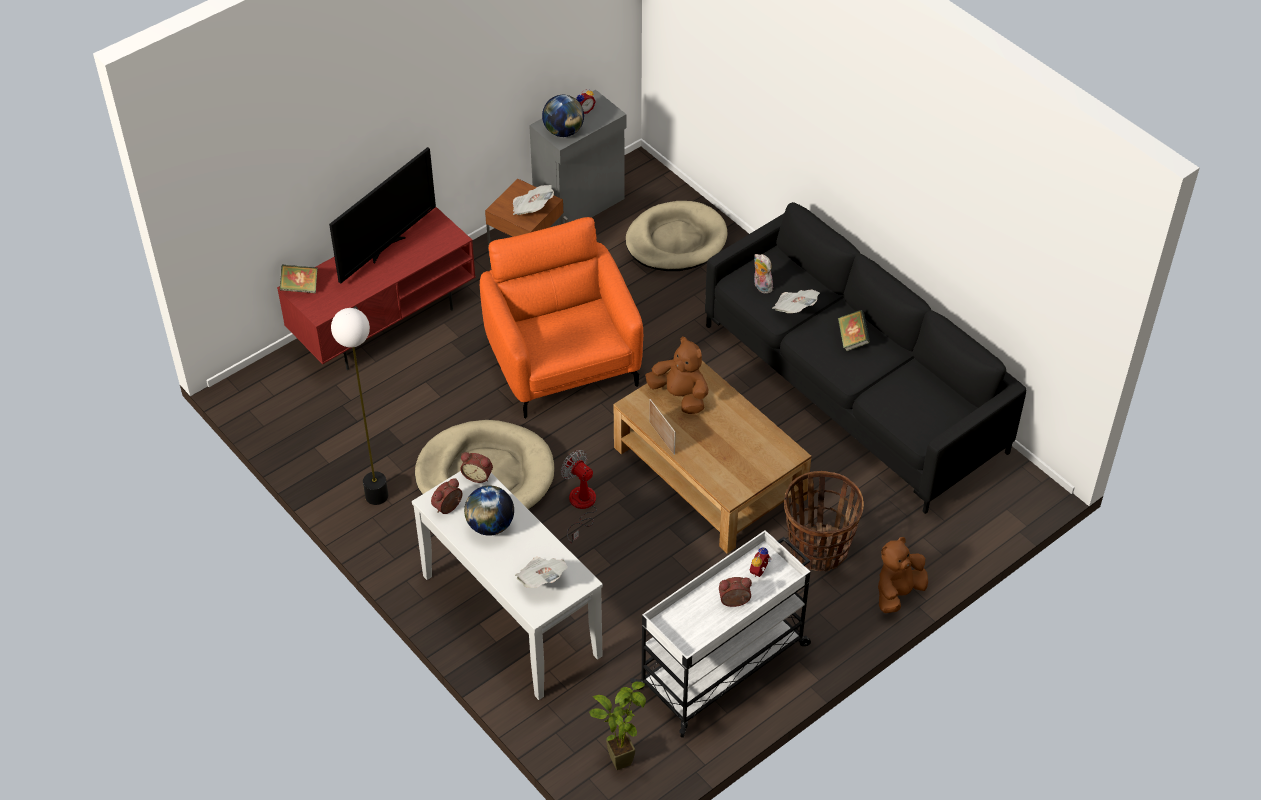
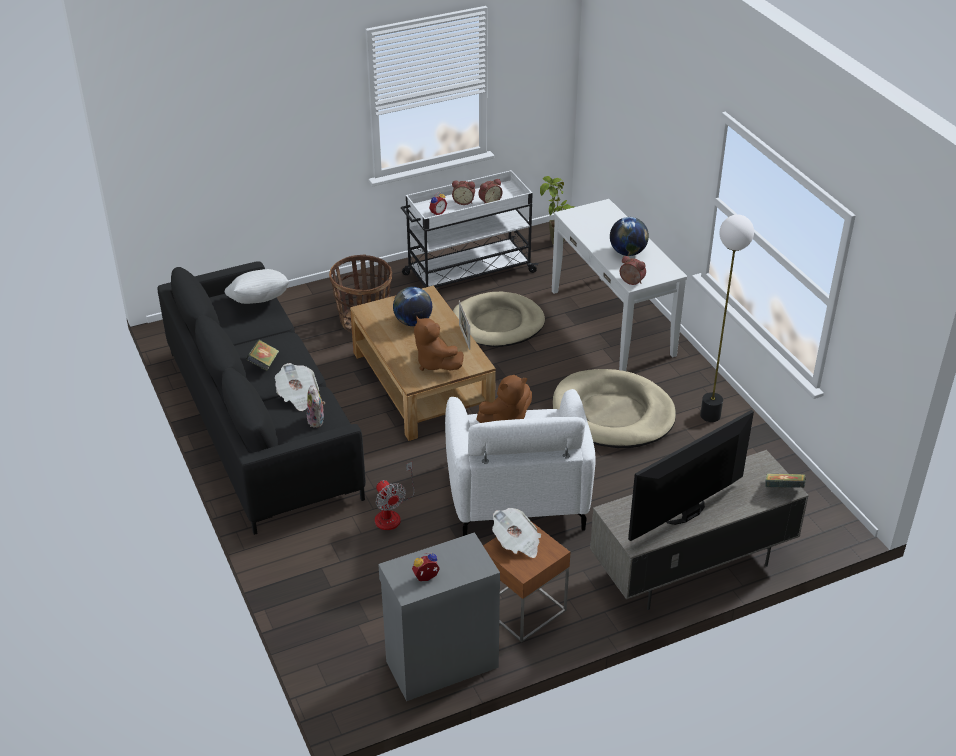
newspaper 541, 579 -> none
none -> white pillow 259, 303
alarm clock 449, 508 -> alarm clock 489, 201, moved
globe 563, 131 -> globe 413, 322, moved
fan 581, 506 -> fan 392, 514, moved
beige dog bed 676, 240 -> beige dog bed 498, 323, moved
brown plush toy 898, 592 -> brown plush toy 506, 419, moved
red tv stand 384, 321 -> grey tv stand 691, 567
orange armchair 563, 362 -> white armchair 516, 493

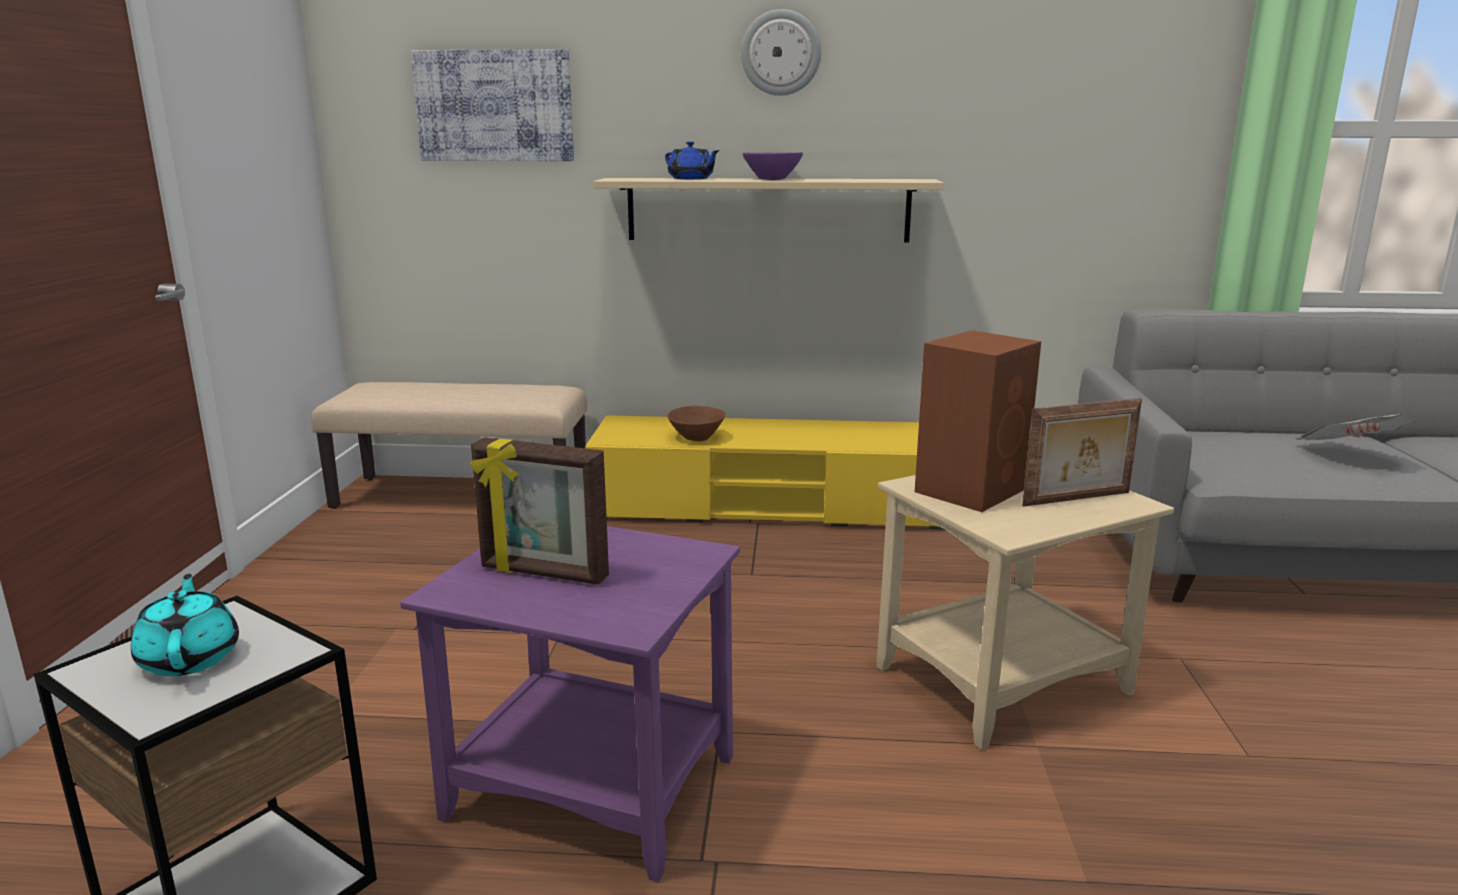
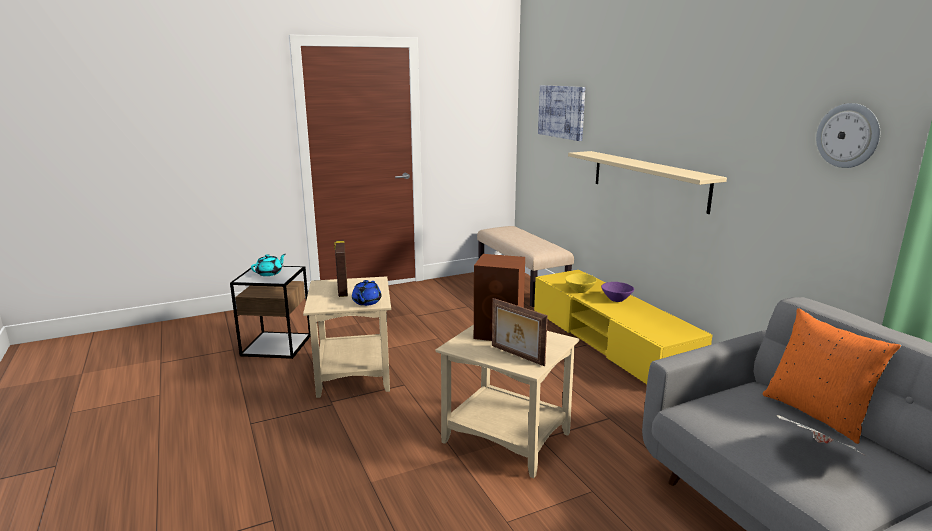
none -> orange pillow 817, 413
blue teapot 691, 179 -> blue teapot 366, 302, moved
wall clock 781, 53 -> wall clock 848, 135, moved
purple bowl 771, 179 -> purple bowl 616, 299, moved
purple side table 594, 785 -> beige side table 355, 373
brown bowl 696, 438 -> yellow bowl 579, 291

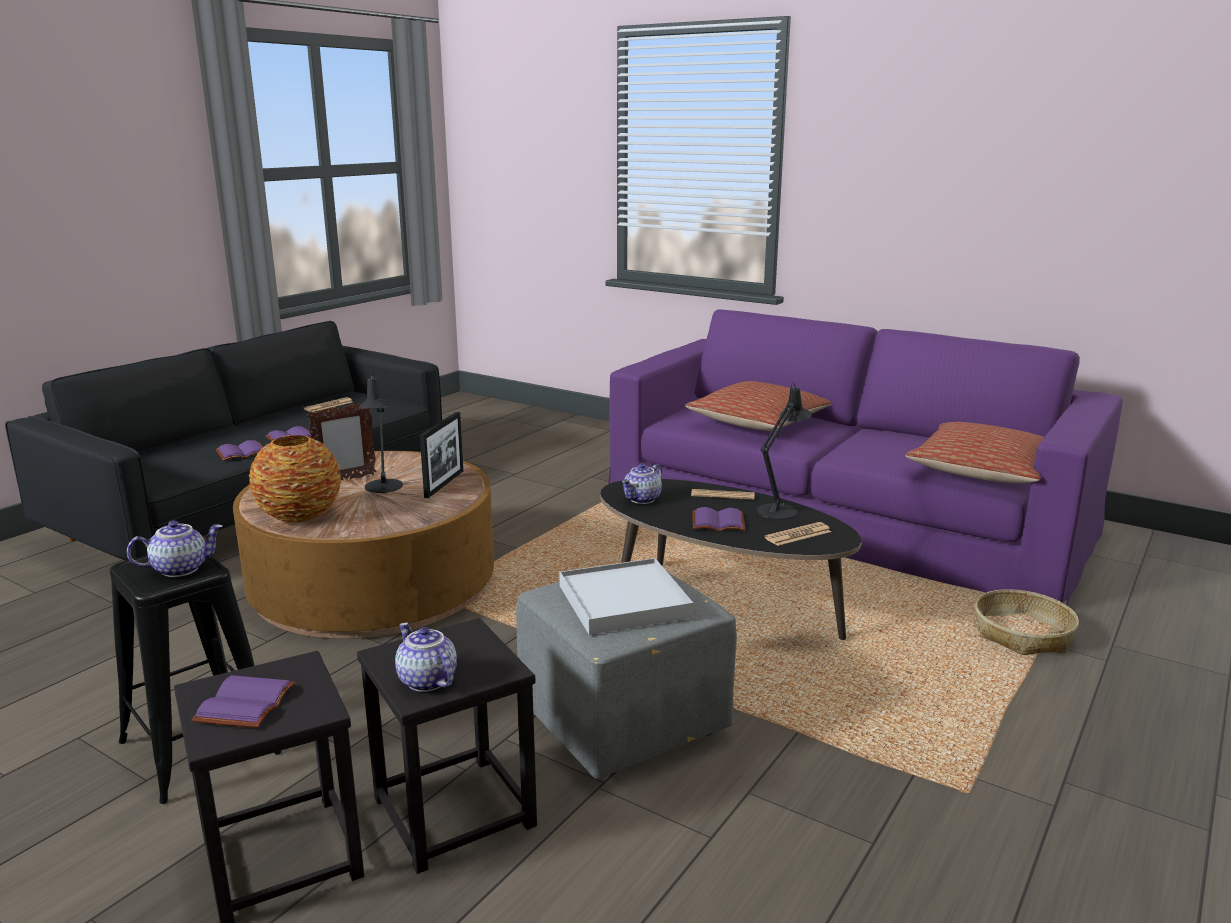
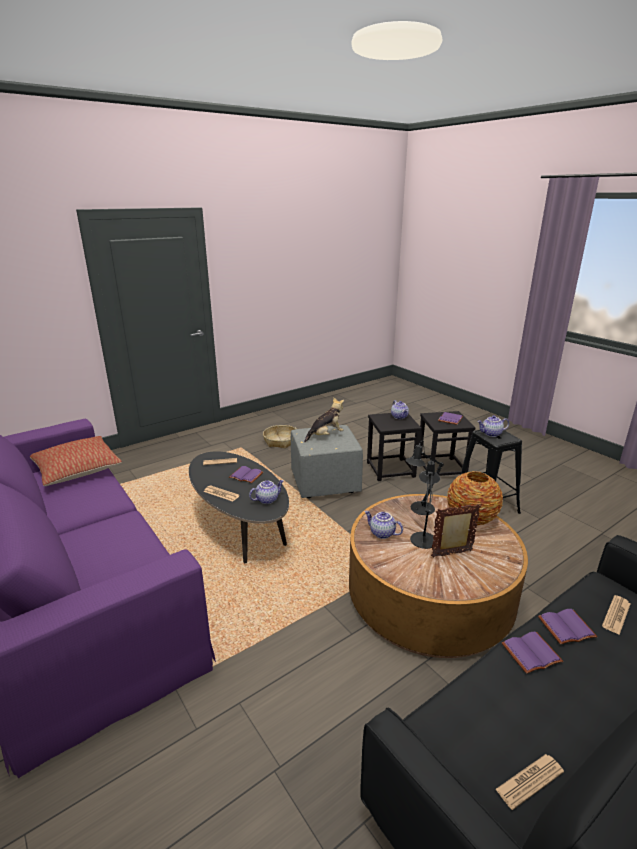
pillow 758, 423 -> none
none -> newspaper 616, 615
black table lamp 780, 509 -> black table lamp 419, 509, moved
basket 1023, 635 -> basket 281, 441, moved
picture frame 444, 484 -> teapot 381, 533
white tray 624, 601 -> plush toy 325, 436

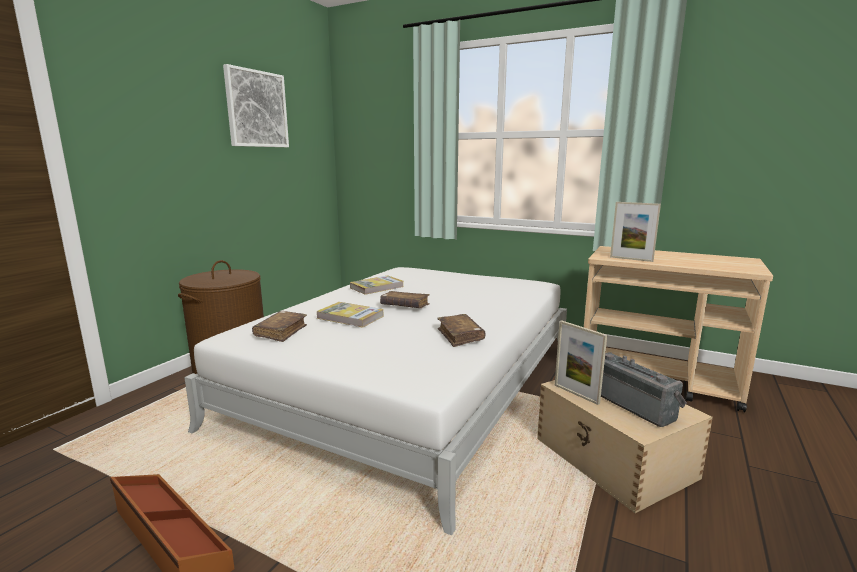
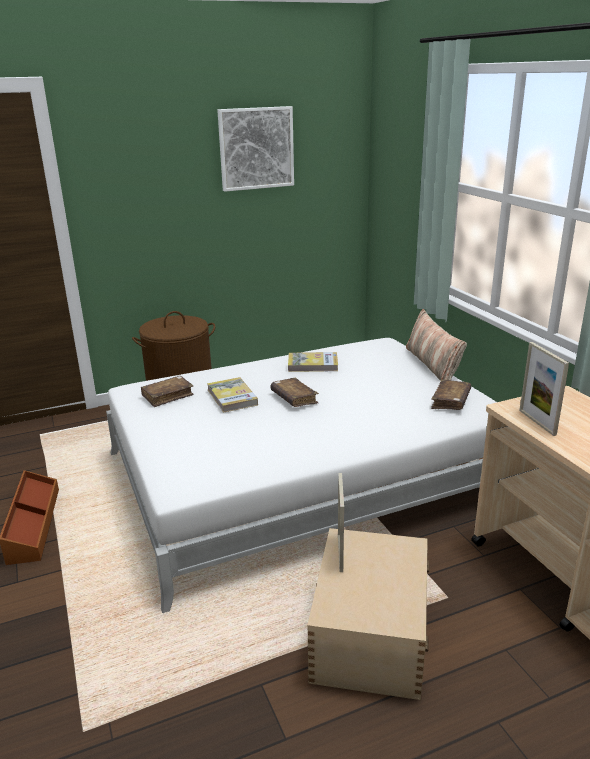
radio 634, 405 -> none
none -> pillow 432, 366
brown book 460, 336 -> brown book 450, 401, moved

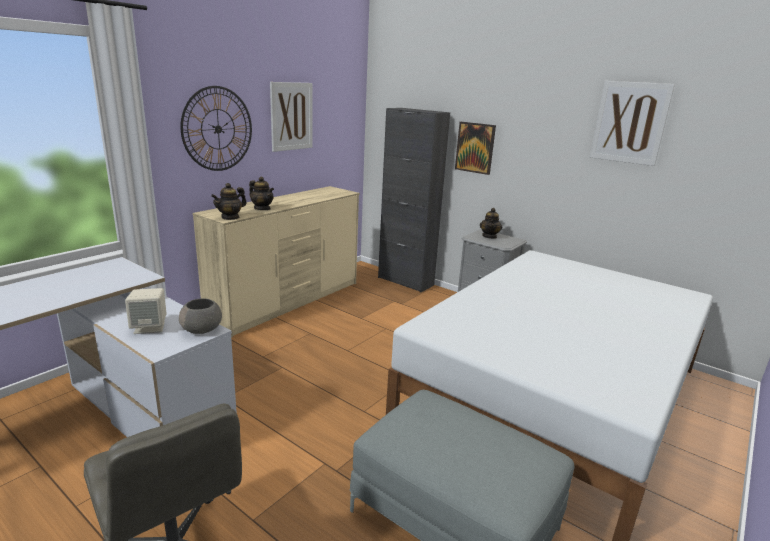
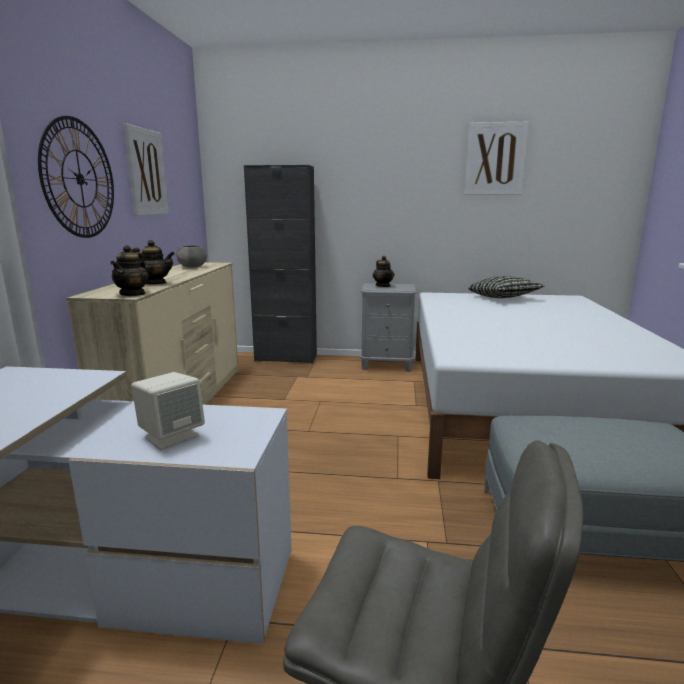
picture 475, 147 -> none
none -> pillow 503, 298
grey bowl 202, 330 -> grey bowl 193, 267, moved

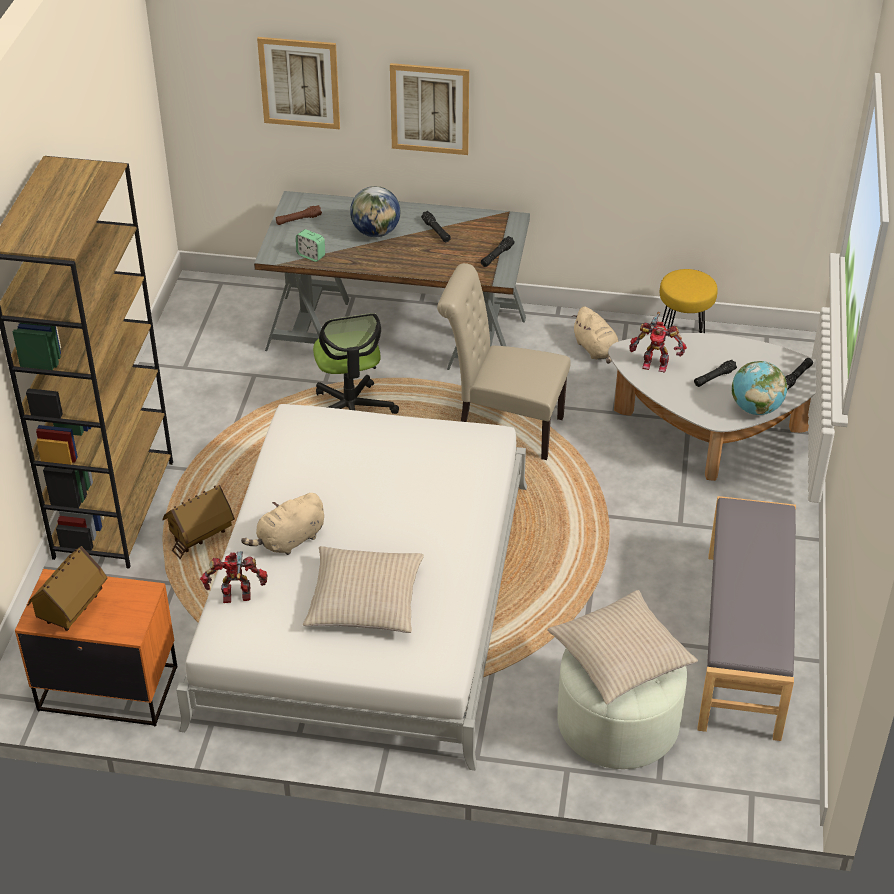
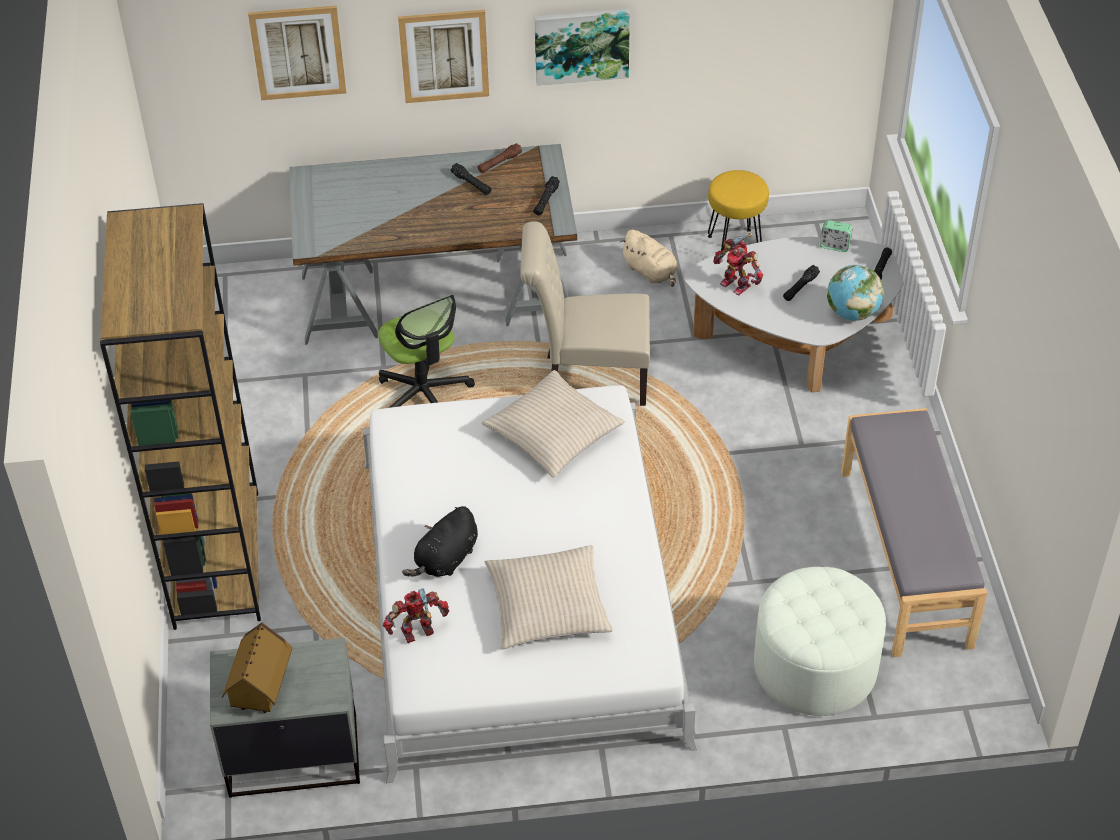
toy house 200, 537 -> none
globe 376, 232 -> none
none -> picture 581, 45
brown flashlight 298, 220 -> brown flashlight 499, 163, moved
alarm clock 311, 255 -> alarm clock 835, 246, moved
beige pillow 621, 656 -> beige pillow 553, 433, moved
orange nightstand 107, 687 -> grey nightstand 292, 755
beige plush toy 289, 540 -> black plush toy 445, 560
toy robot 655, 363 -> toy robot 736, 284, 45 degrees clockwise

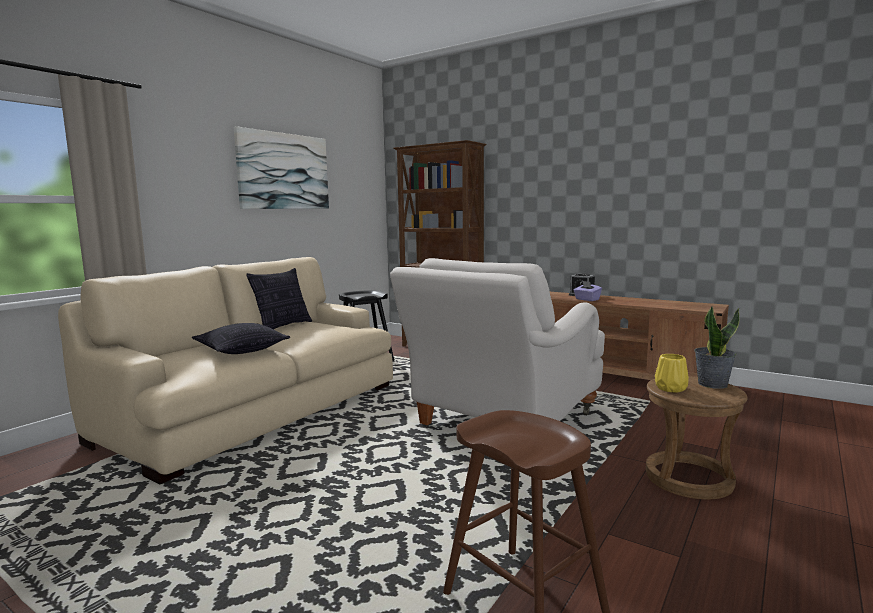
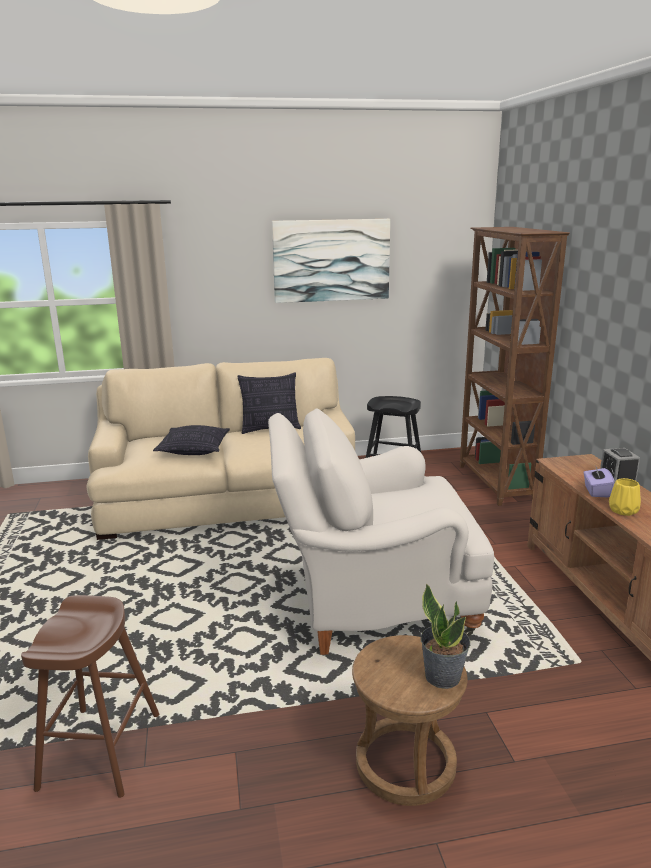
yellow vase 670, 388 -> yellow vase 623, 510, moved

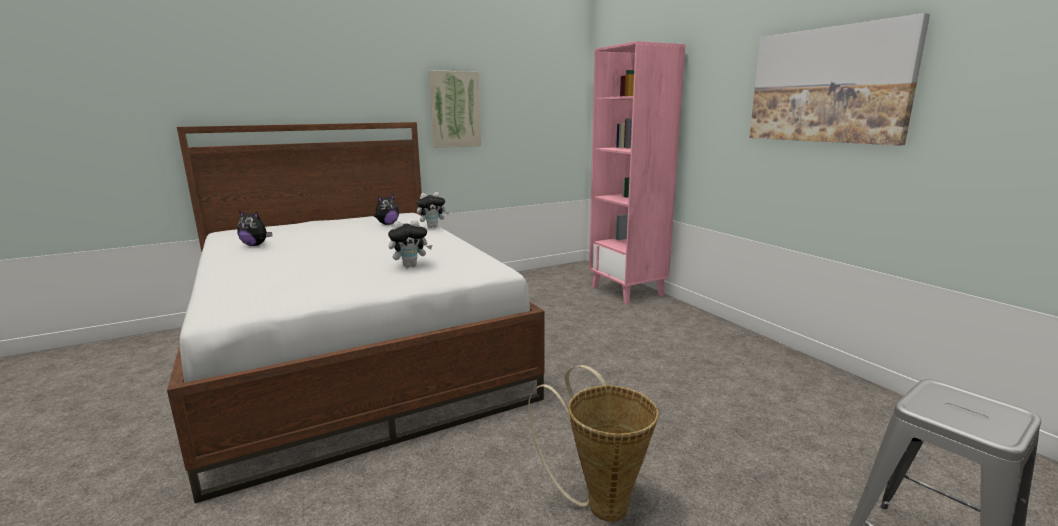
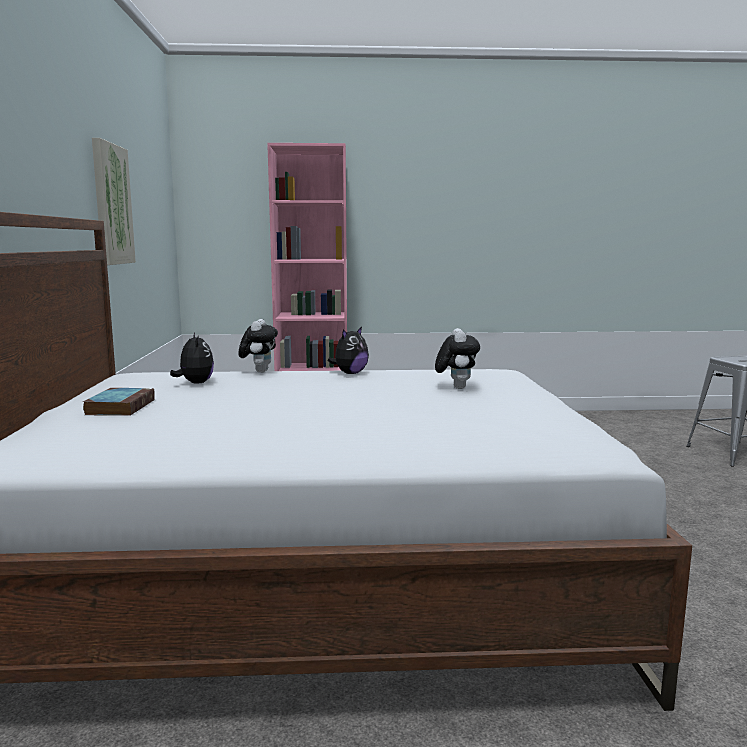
basket 600, 502 -> none
picture 828, 85 -> none
none -> book 120, 407
plush toy 255, 245 -> plush toy 350, 373, moved

